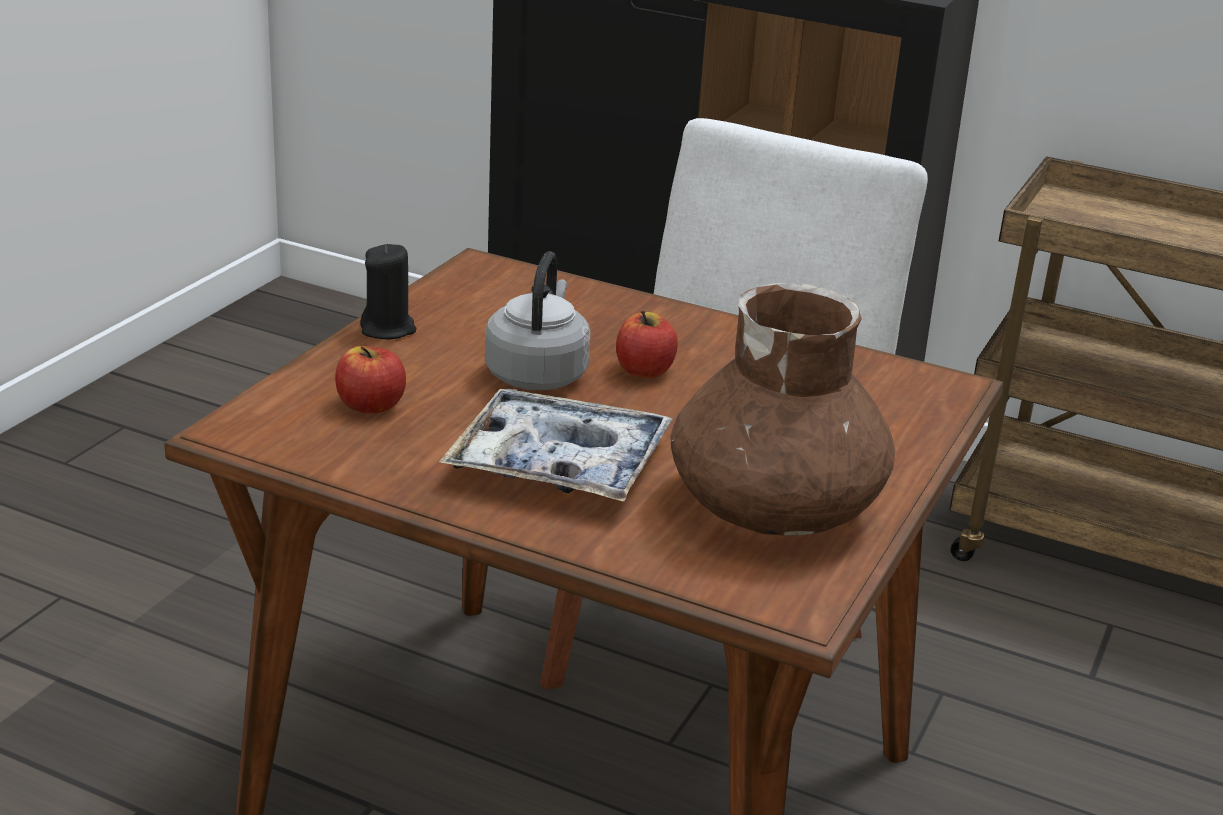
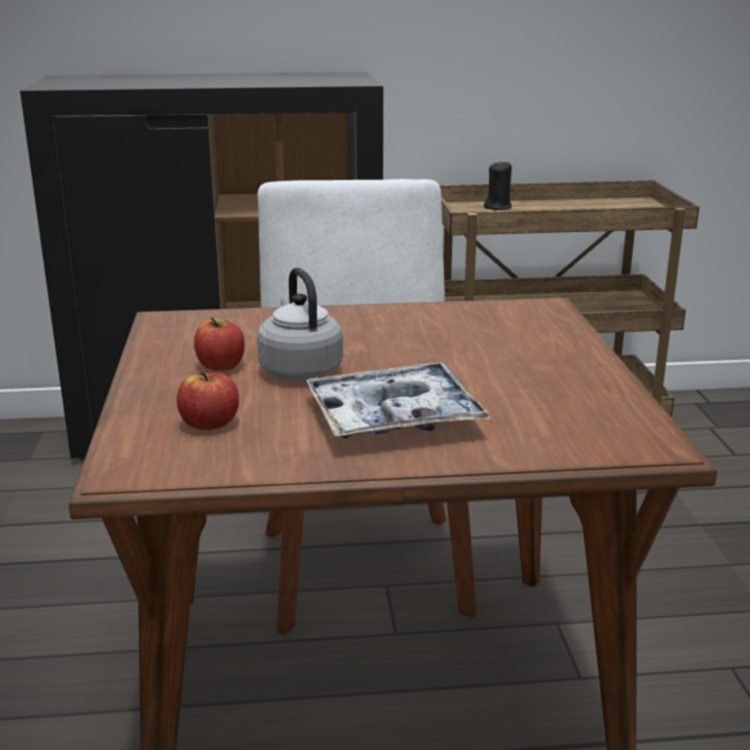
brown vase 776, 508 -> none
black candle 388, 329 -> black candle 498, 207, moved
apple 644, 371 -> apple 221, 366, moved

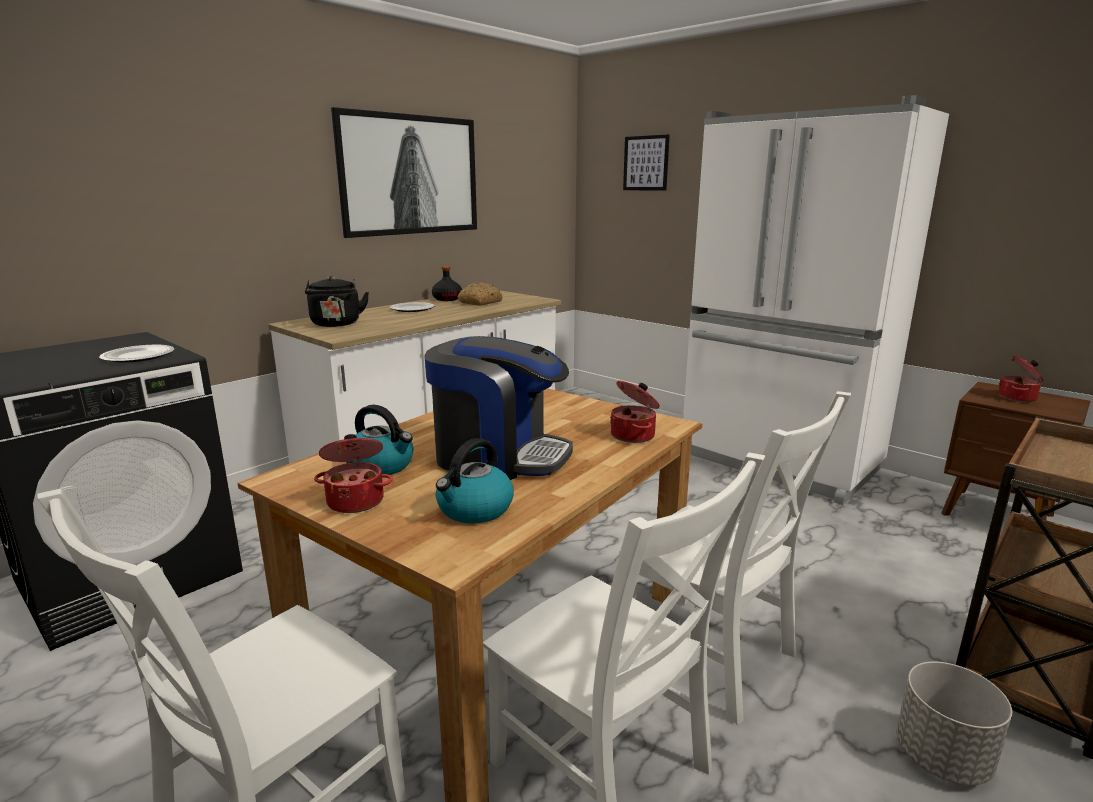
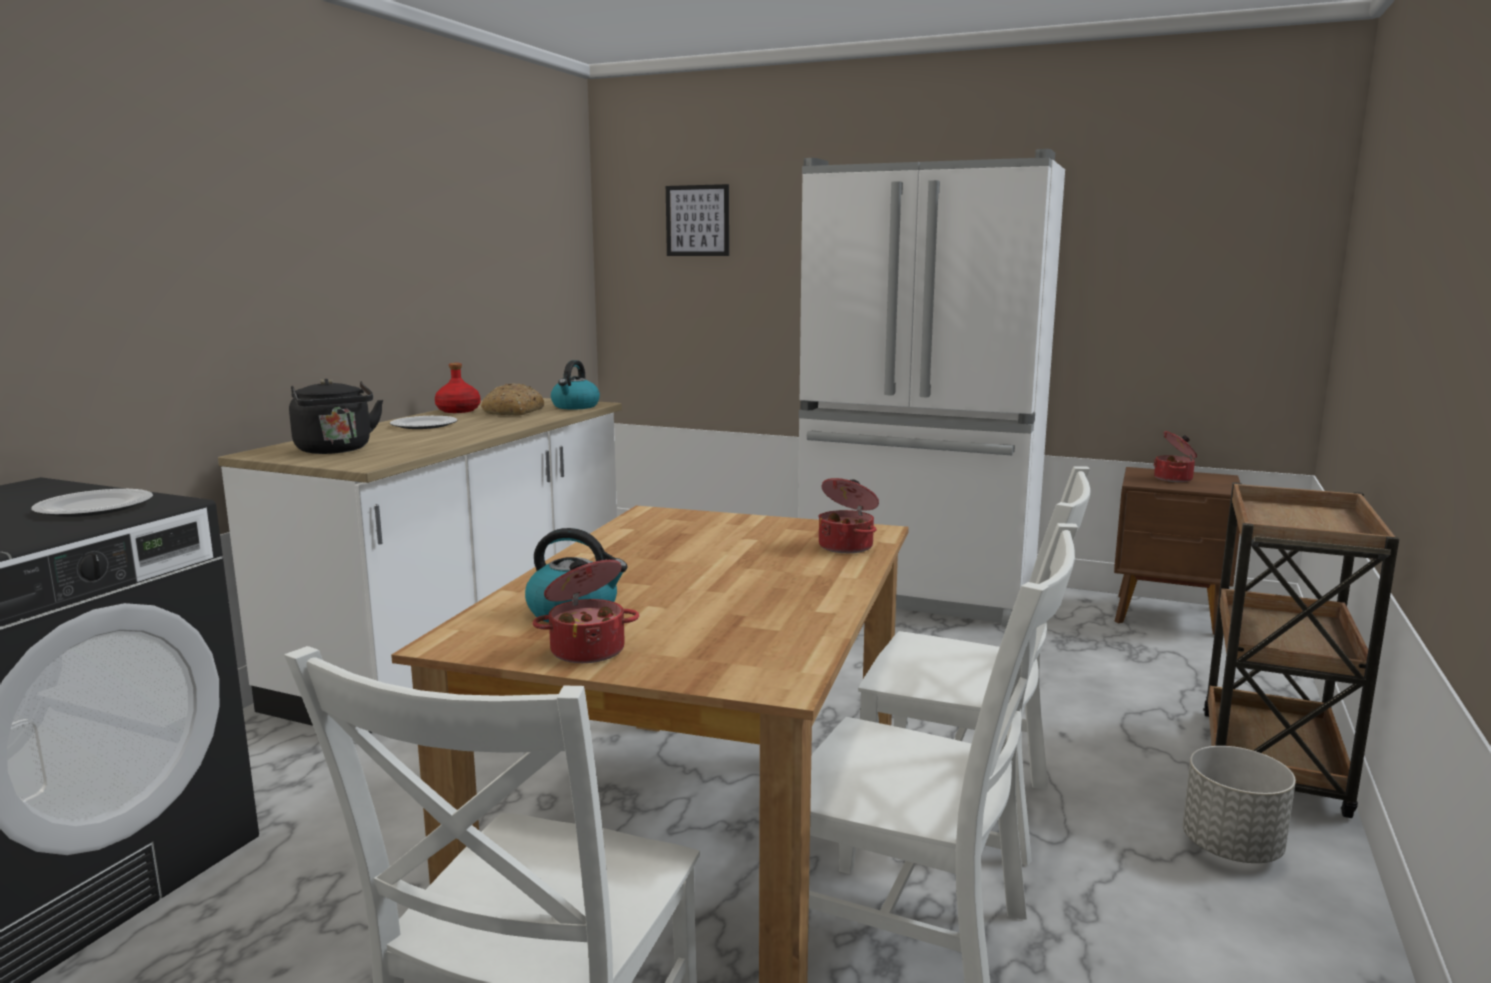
picture 411, 175 -> none
coffee machine 499, 457 -> none
kettle 474, 509 -> kettle 575, 406, moved
black bottle 447, 299 -> red bottle 458, 410

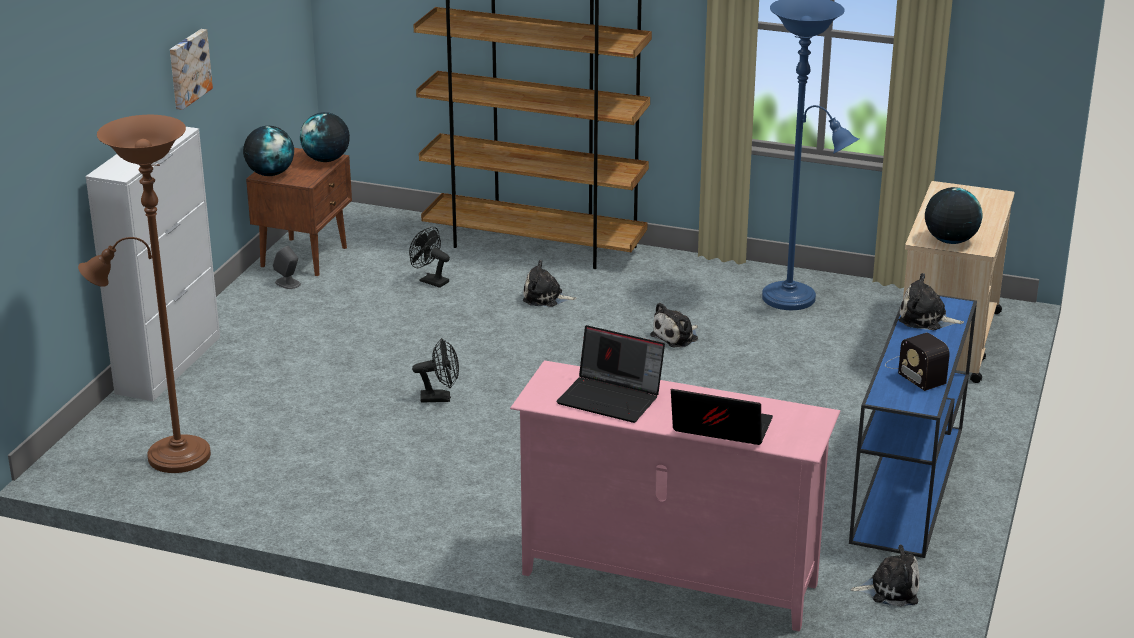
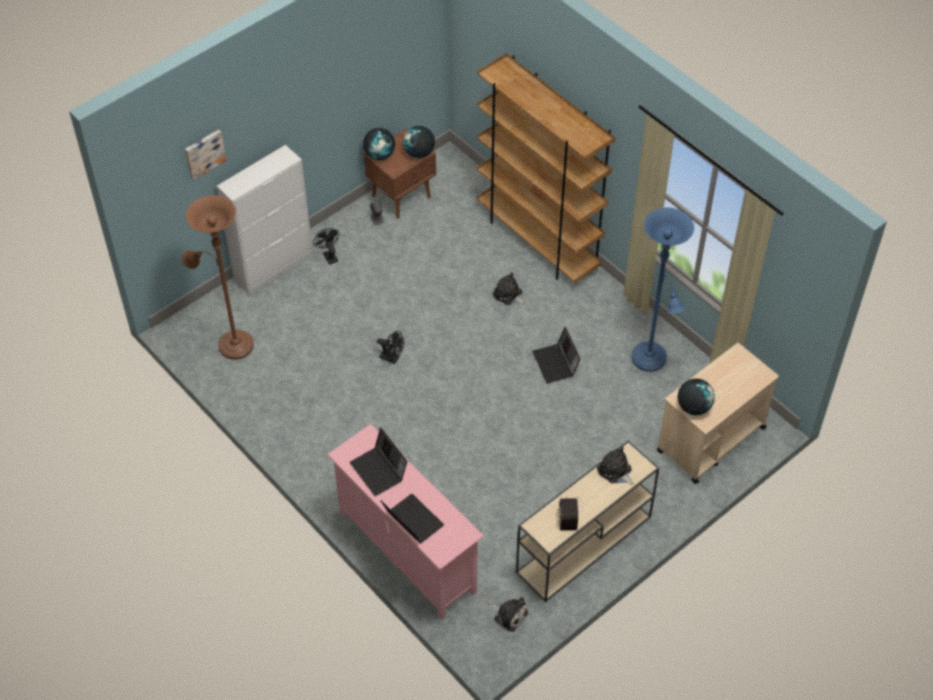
picture 188, 68 -> picture 204, 153, moved
black fan 430, 281 -> black fan 329, 255, moved
plush toy 677, 337 -> laptop 556, 364
blue console table 908, 485 -> beige console table 583, 546

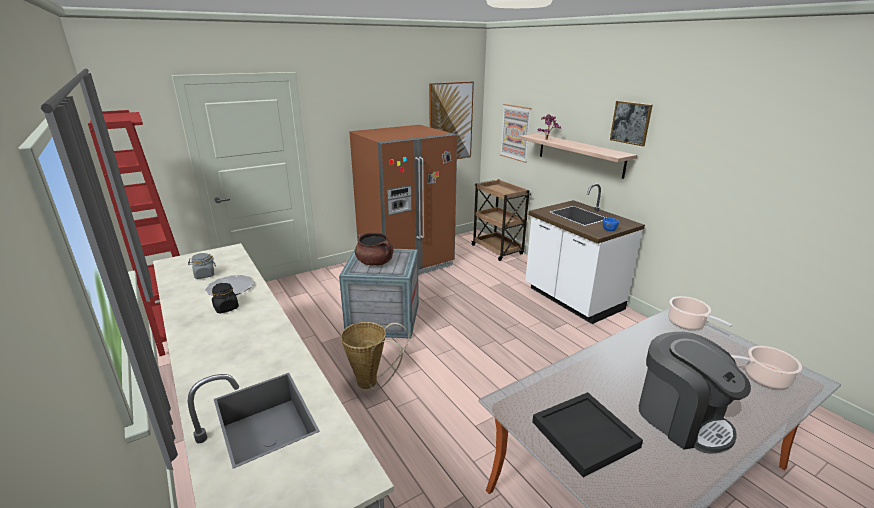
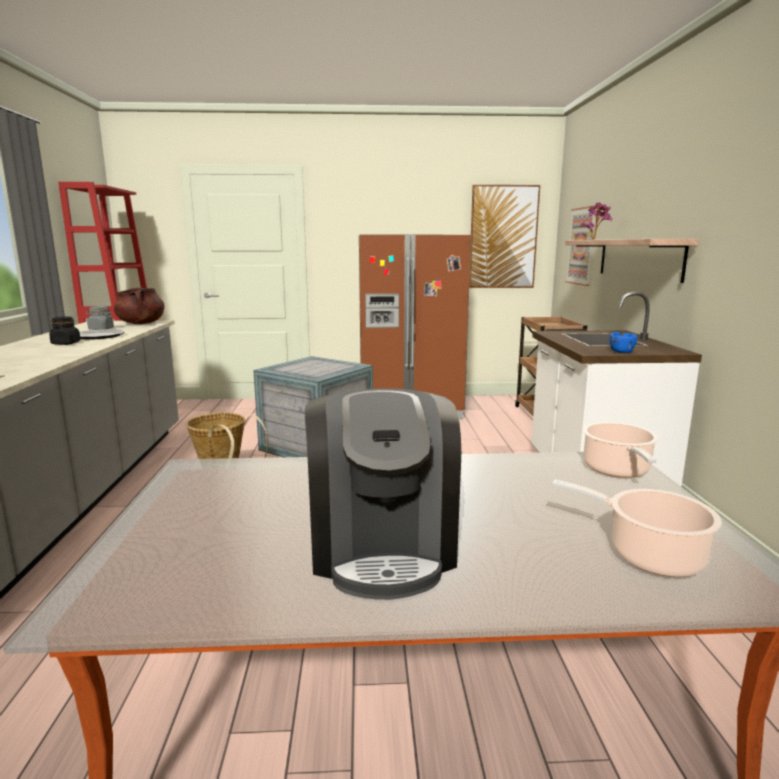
black tray 584, 433 -> none
picture 631, 123 -> none
brown cooking pot 375, 262 -> brown cooking pot 141, 323, moved

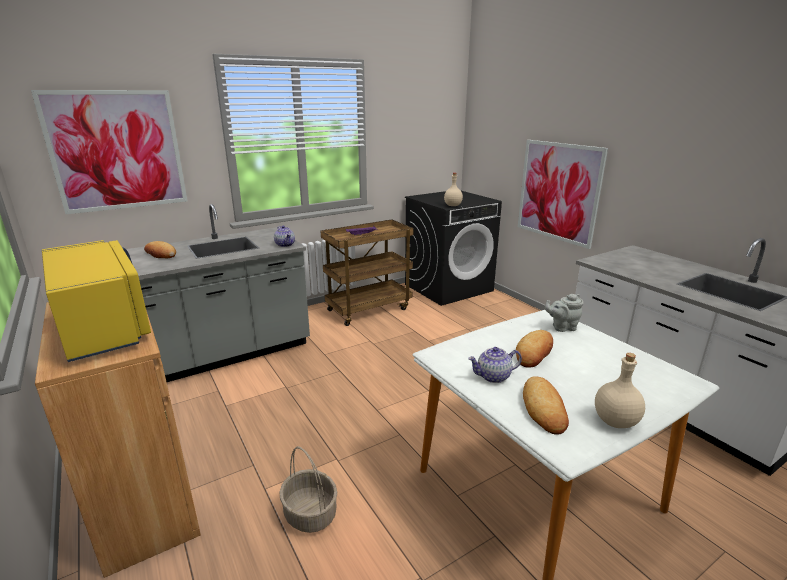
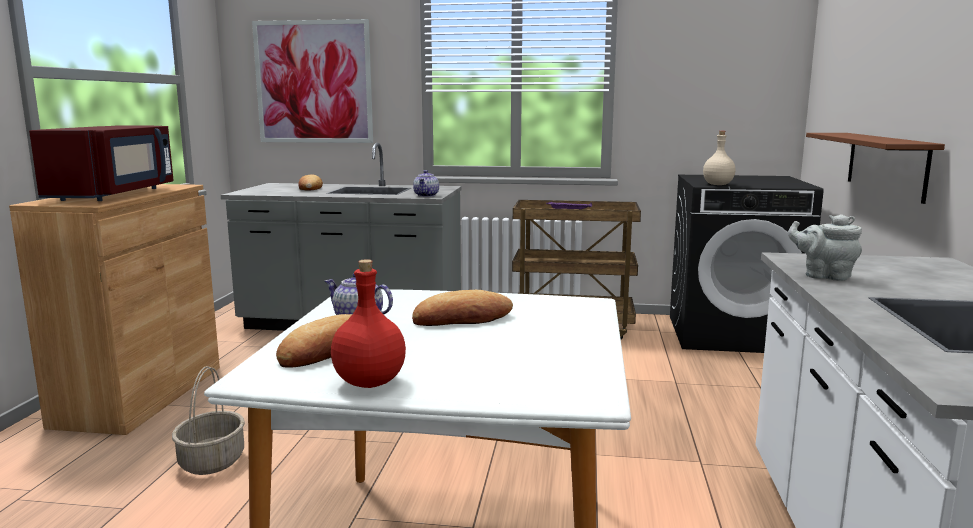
grey teapot 562, 327 -> grey teapot 824, 276, moved
picture 558, 192 -> brown shelf 885, 164
yellow microwave 104, 326 -> red microwave 115, 194
beige bottle 616, 421 -> red bottle 370, 383

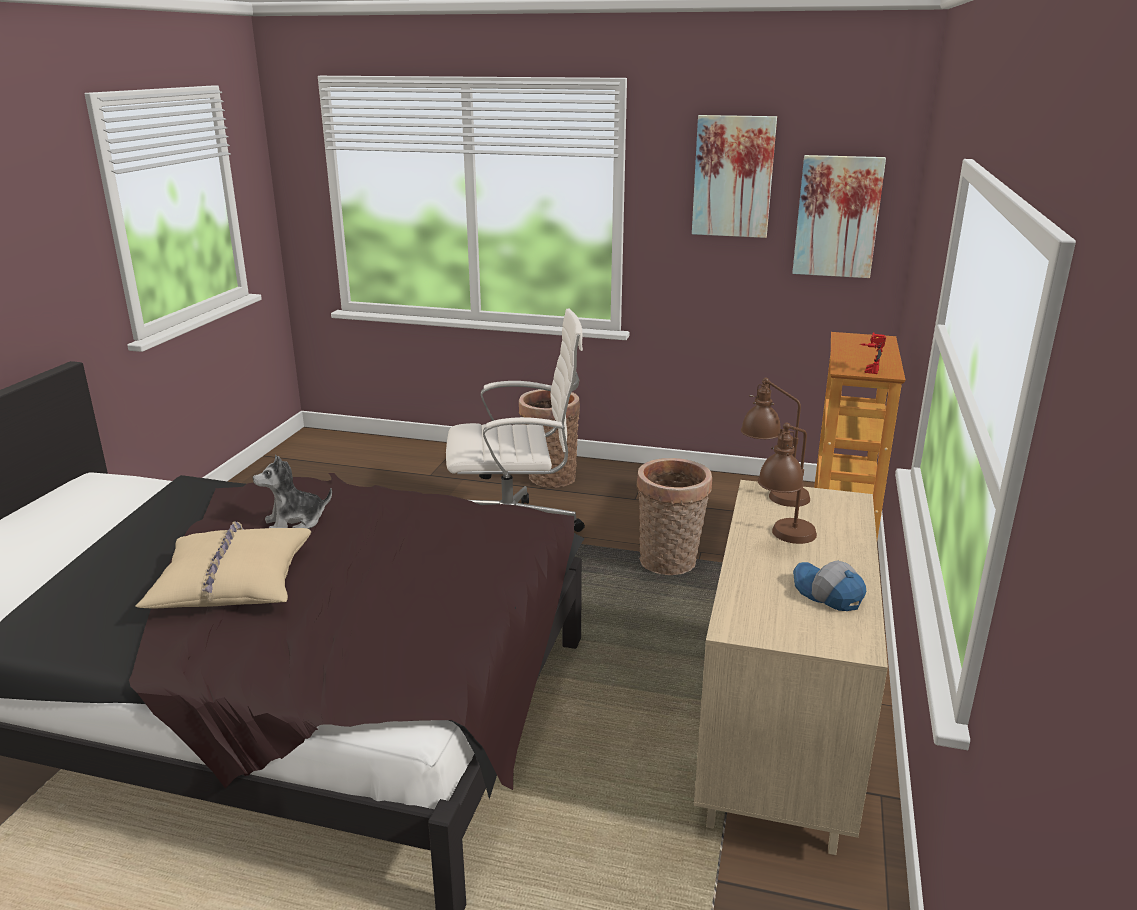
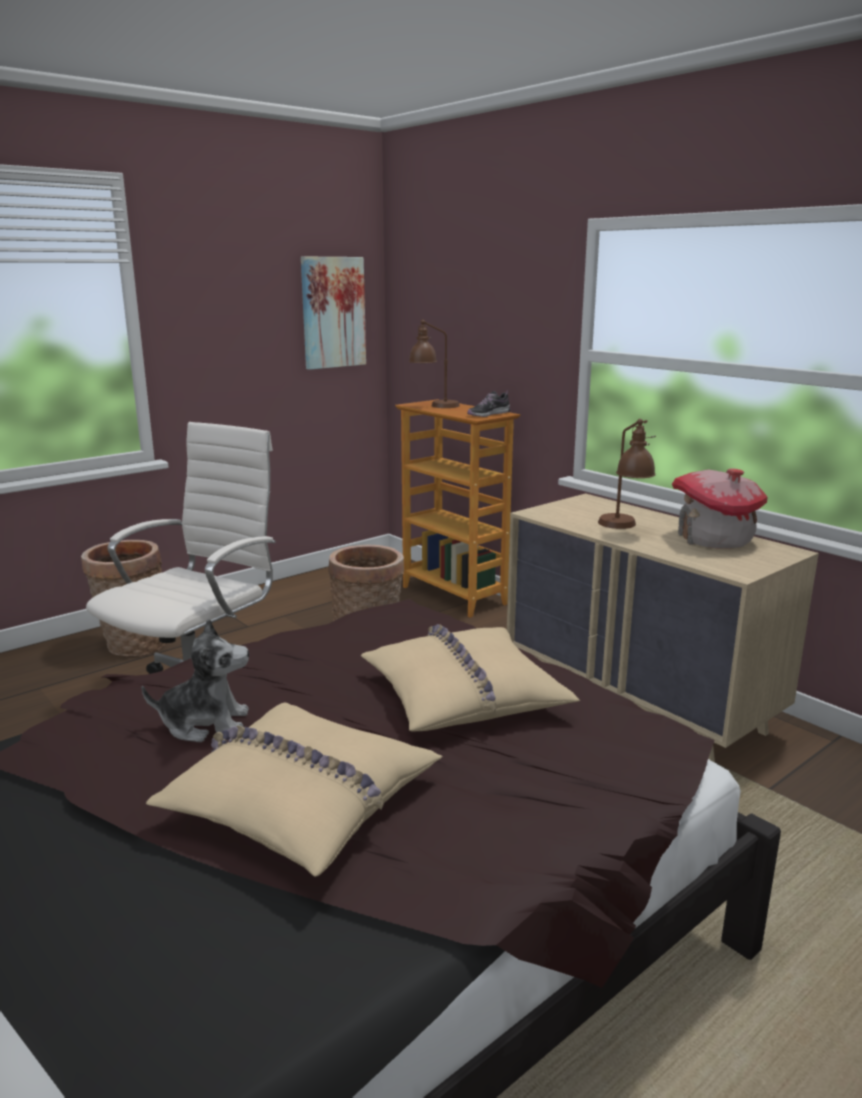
picture 733, 176 -> none
none -> beige pillow 462, 695
brown table lamp 771, 494 -> brown table lamp 434, 406, moved
cap 827, 594 -> toy house 714, 539
toy robot 869, 370 -> shoe 488, 414
plush toy 295, 522 -> plush toy 205, 724, 105 degrees counterclockwise

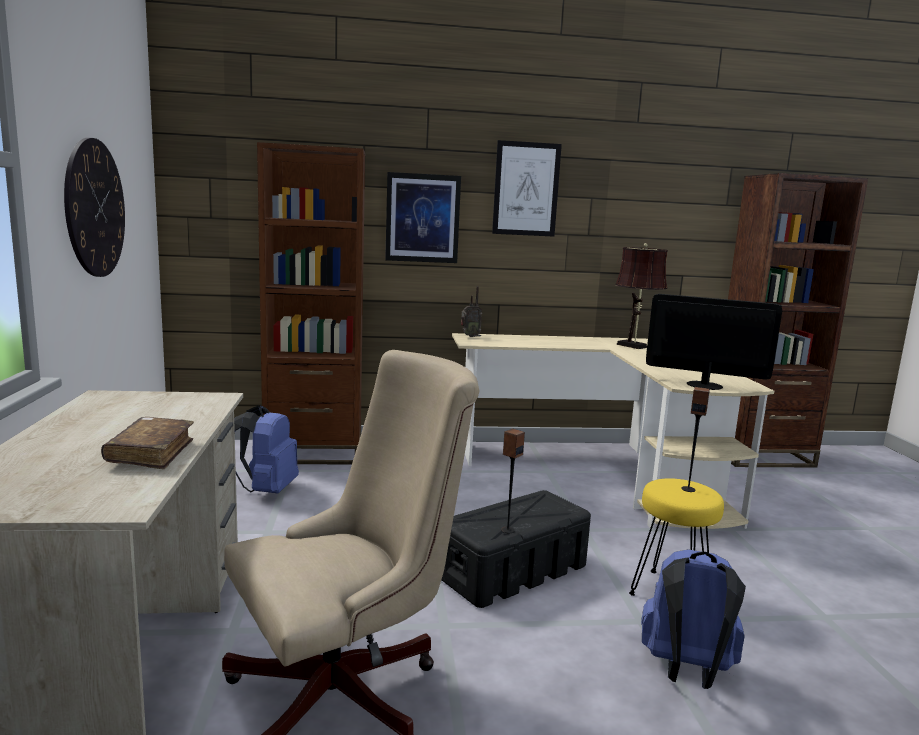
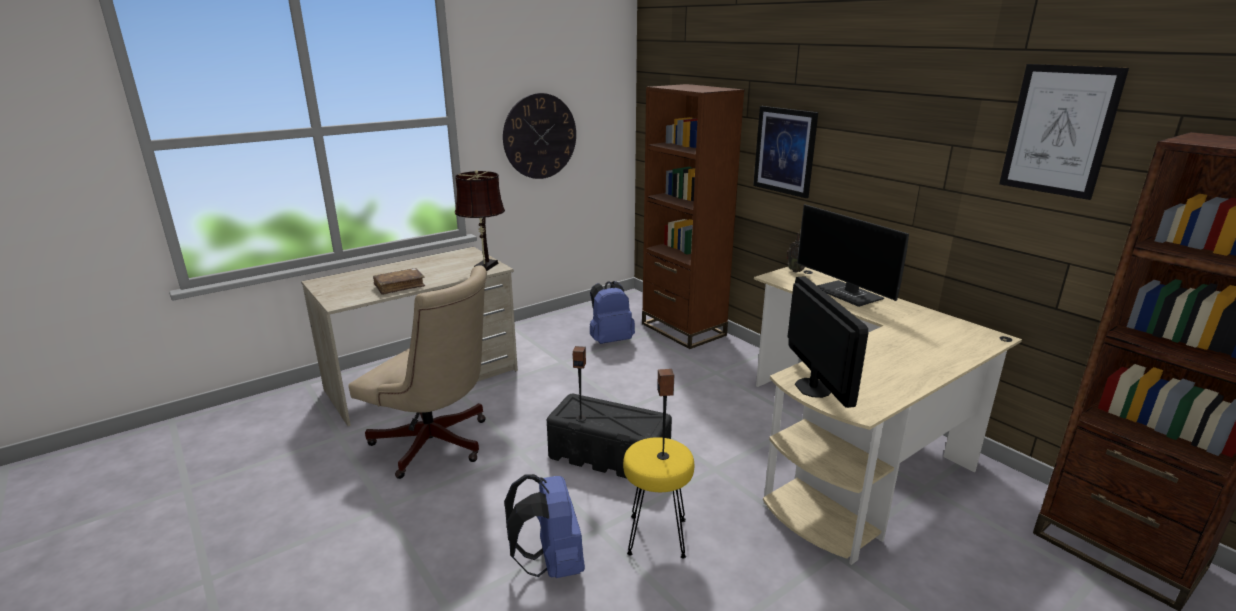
none -> monitor 849, 294
picture 526, 189 -> picture 1059, 130, moved
brown table lamp 634, 346 -> brown table lamp 484, 267, moved

